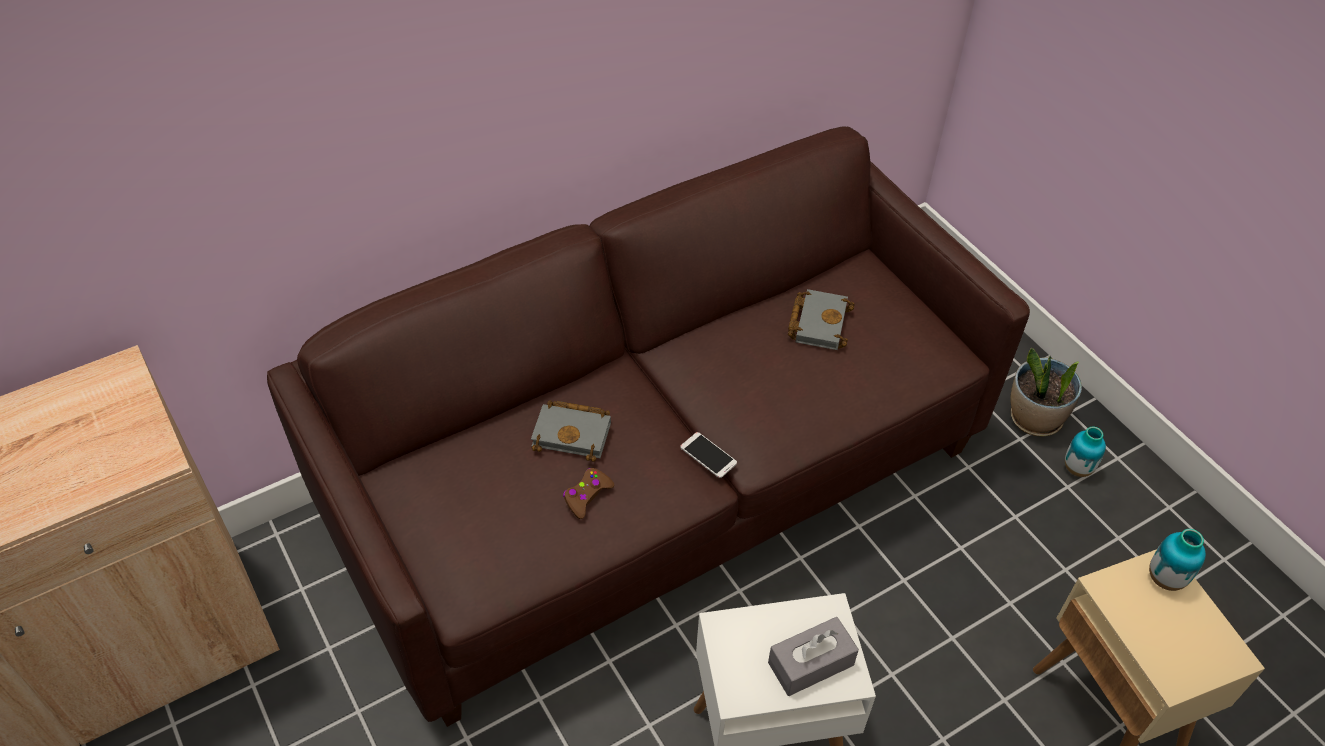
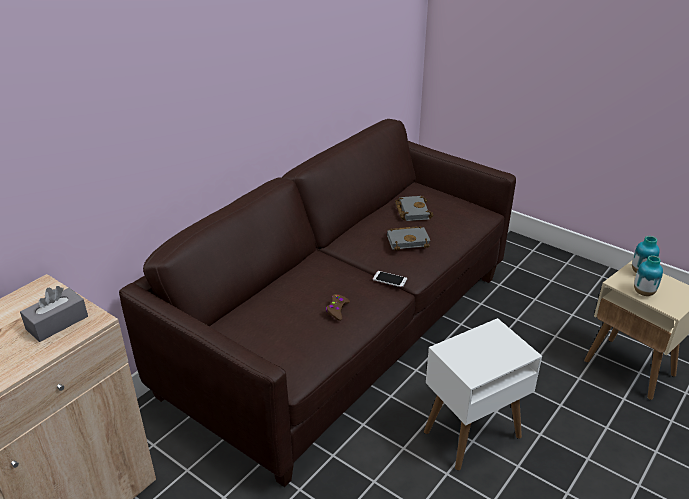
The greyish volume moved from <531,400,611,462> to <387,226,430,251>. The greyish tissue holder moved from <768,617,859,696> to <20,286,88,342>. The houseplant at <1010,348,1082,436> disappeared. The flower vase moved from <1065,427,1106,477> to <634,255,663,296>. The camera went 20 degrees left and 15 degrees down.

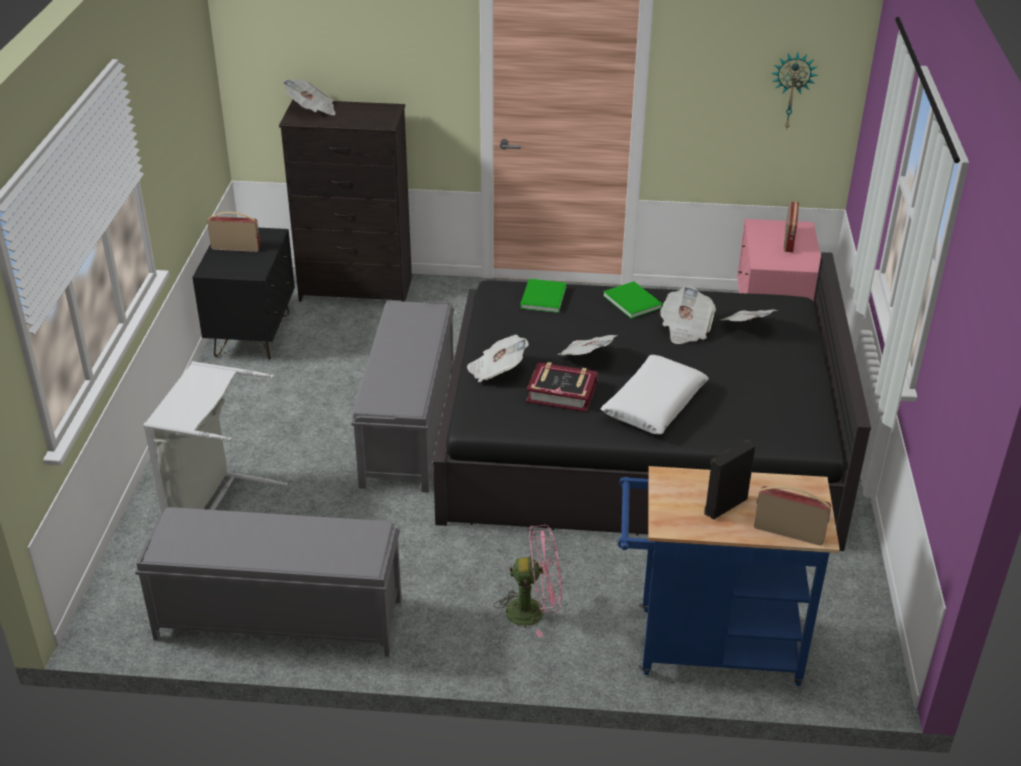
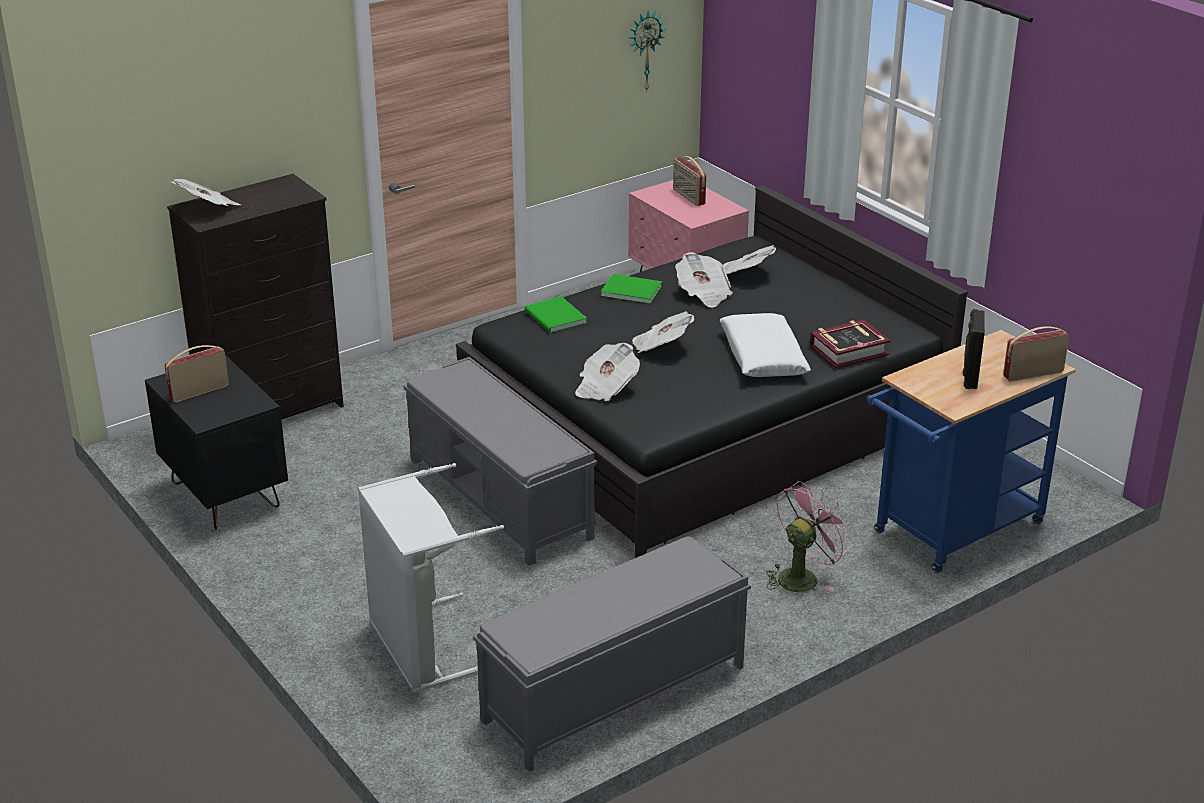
The volume moved from <526,362,598,412> to <810,319,891,368>. The camera went 40 degrees left and 5 degrees down.

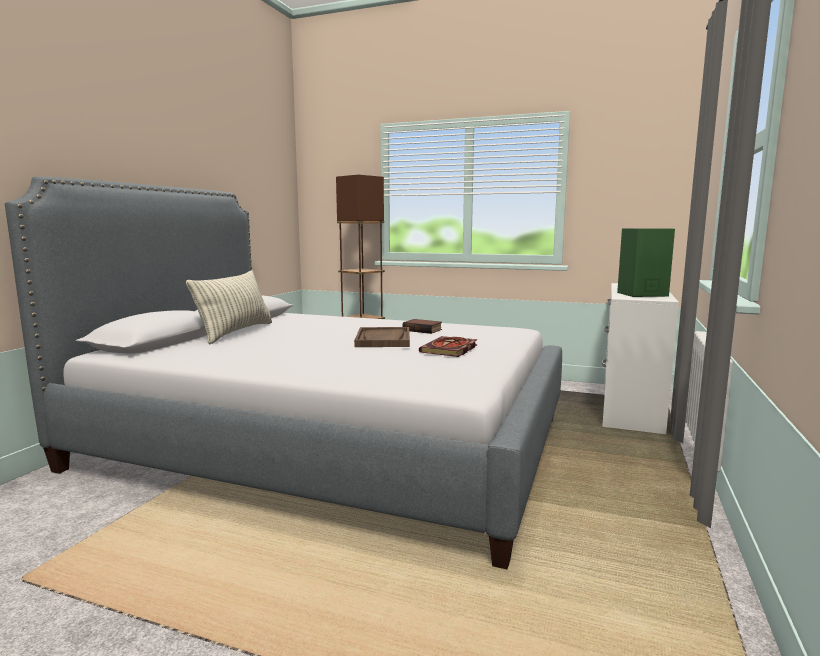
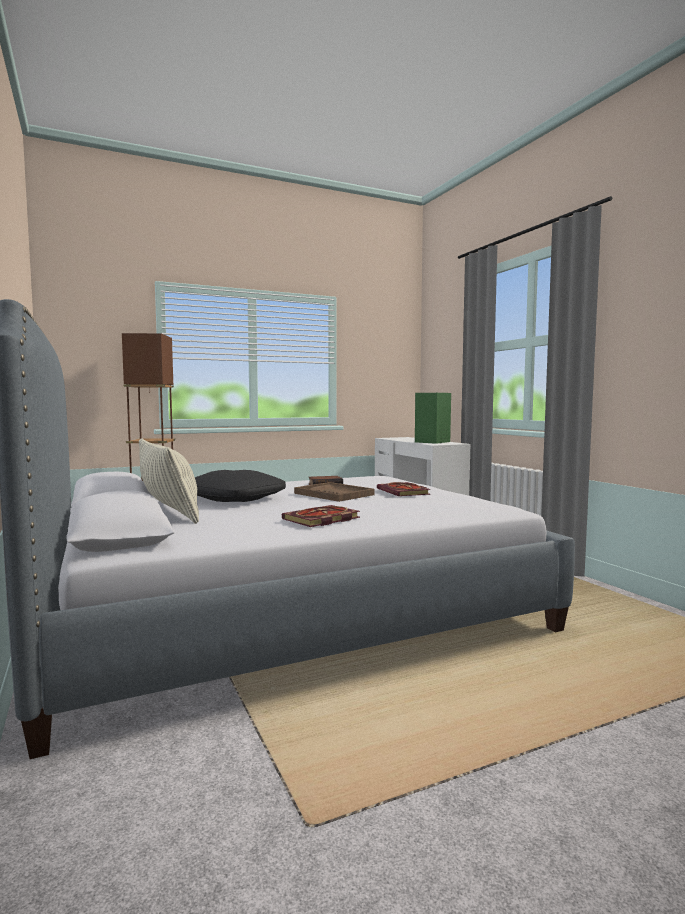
The black-coloured pillow at <195,470,286,502> appeared. The volume at <282,505,360,527> appeared. The camera went 45 degrees left and 5 degrees down.

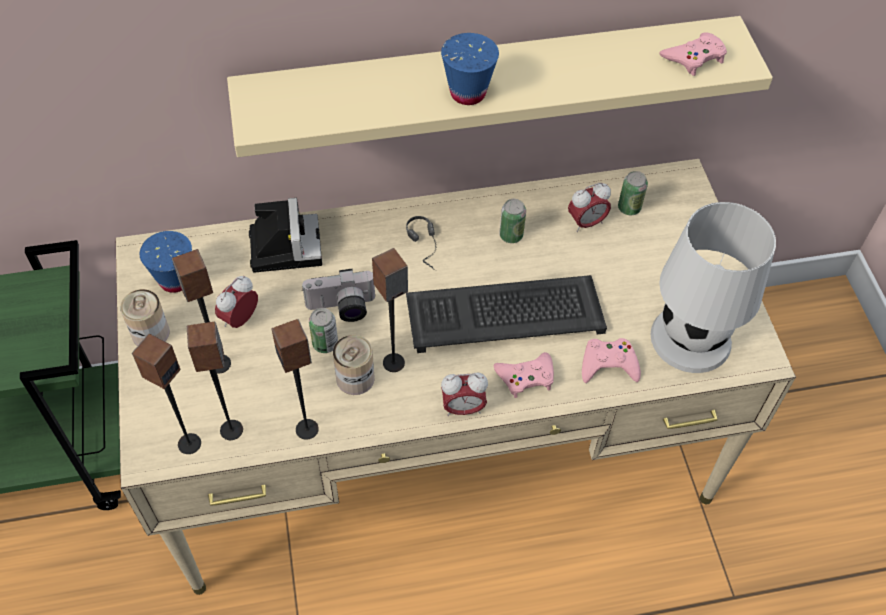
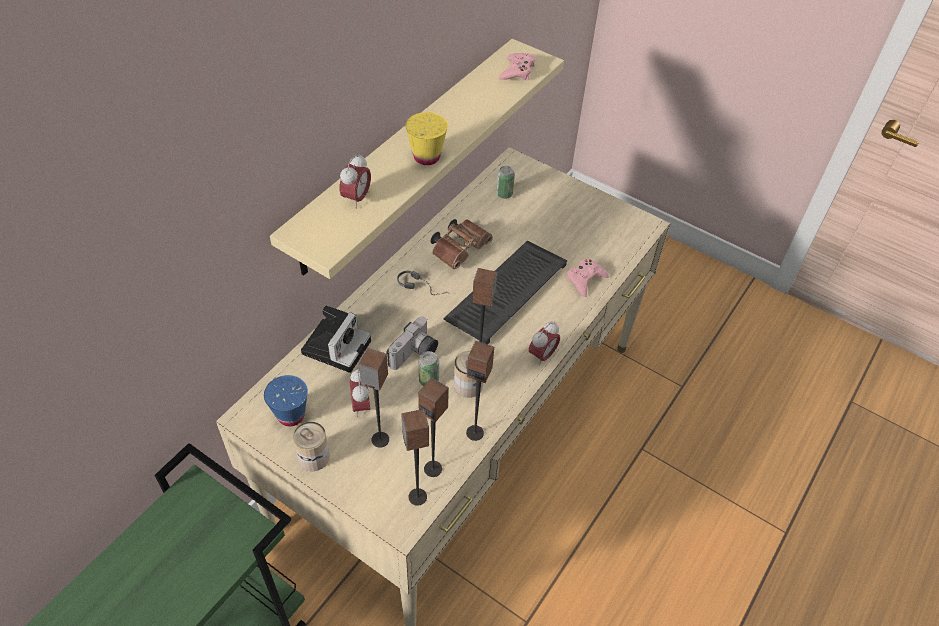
The photo camera at <249,198,322,273> turned 75 degrees clockwise. The blue-coloured cup at <441,33,499,105> became the yellow cup at <405,112,448,165>. The pink gamepad at <493,352,554,398> disappeared. The sealed can at <499,199,526,243> was replaced by the brownish binoculars at <430,219,493,269>. The alarm clock moved from <568,183,611,232> to <340,153,371,208>. The white-coloured lamp for a table at <651,202,776,373> disappeared. The camera went 45 degrees left and 5 degrees down.

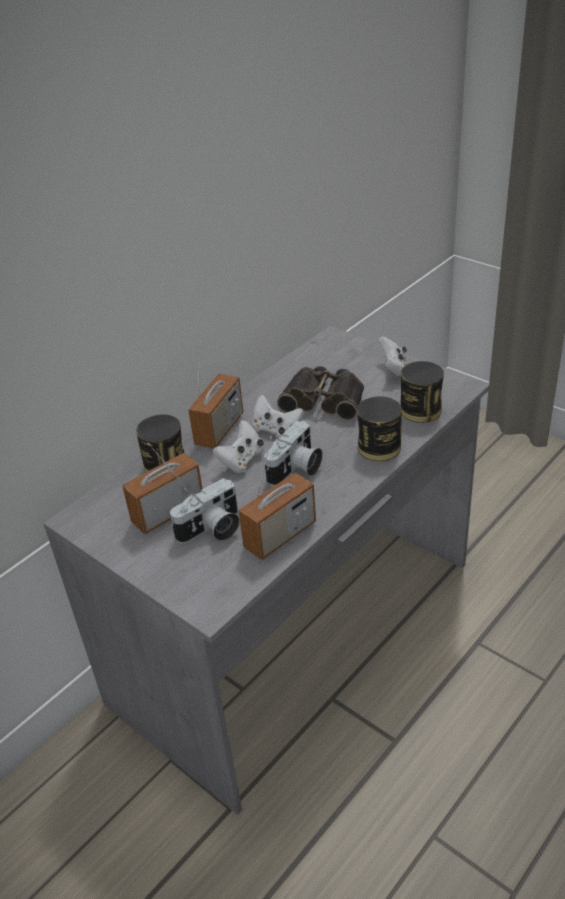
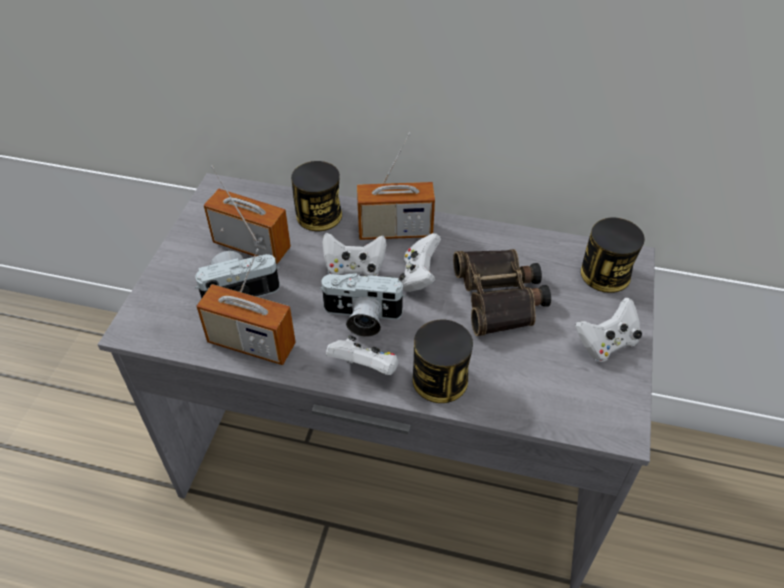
The photo camera at <170,478,240,544> turned 135 degrees clockwise. The sealed can moved from <400,361,444,423> to <581,218,645,293>. The white-coloured gamepad at <326,335,398,375> appeared. The camera went 60 degrees right and 10 degrees up.

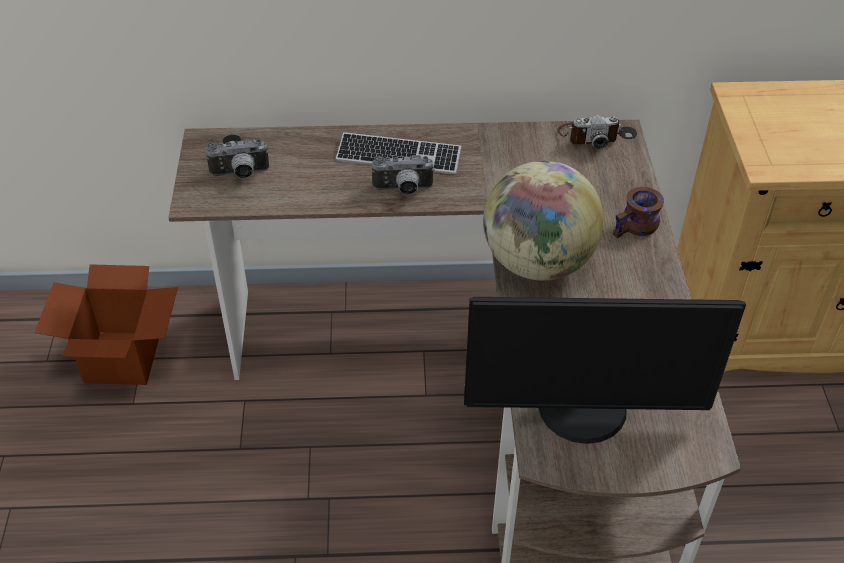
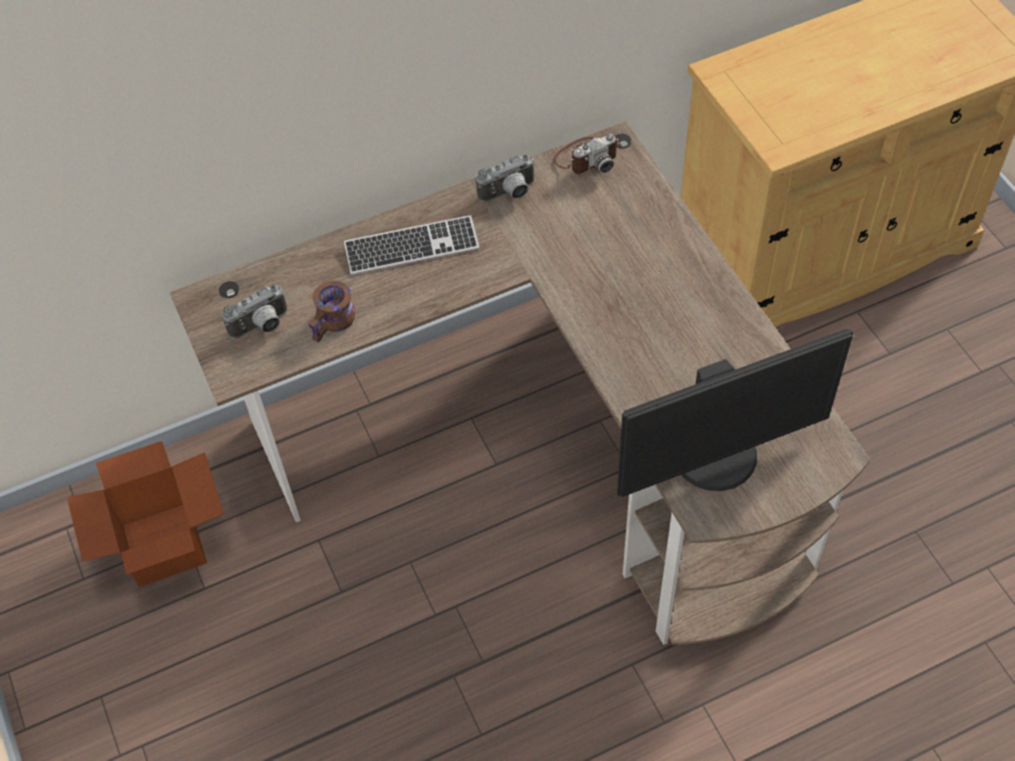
The photo camera moved from <371,155,434,195> to <476,154,535,202>. The globe at <483,161,604,281> disappeared. The brownish mug moved from <613,187,664,238> to <308,281,355,342>. The camera went 20 degrees left and 10 degrees up.

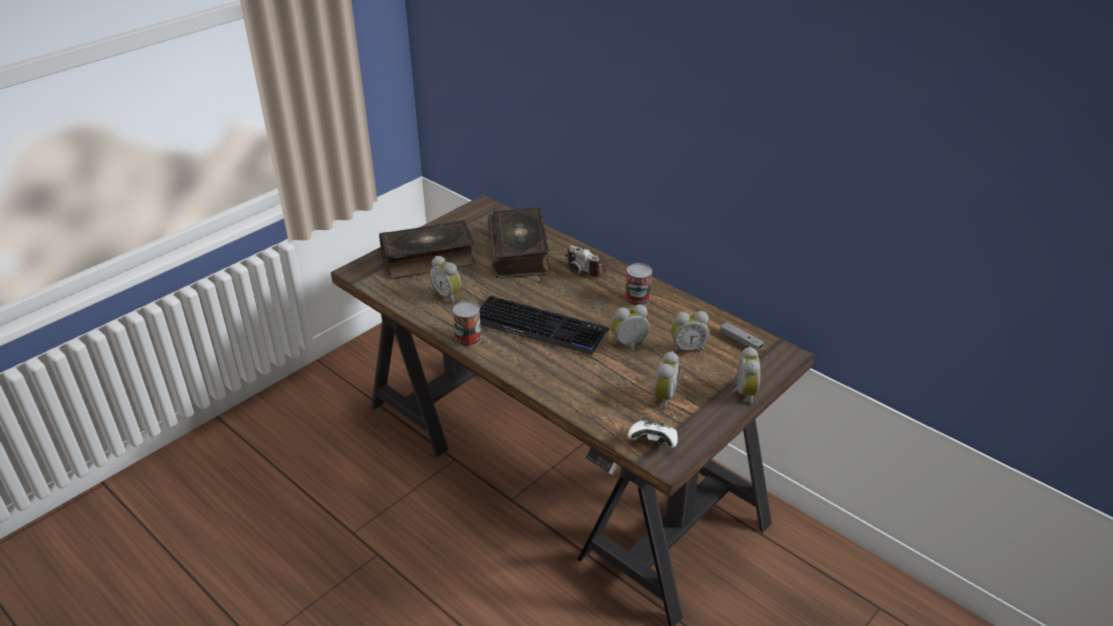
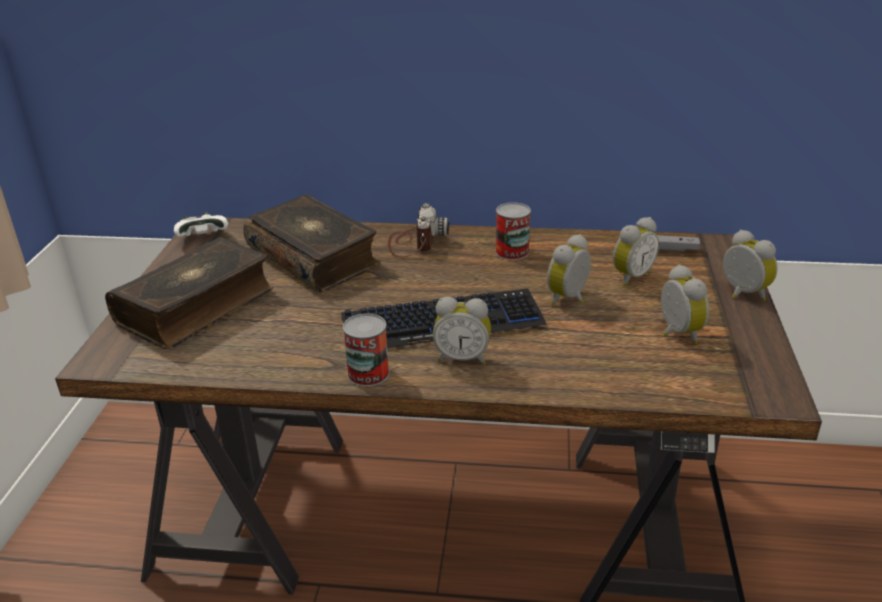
The alarm clock moved from <429,256,462,303> to <433,297,491,365>. The photo camera at <565,245,609,277> turned 90 degrees counterclockwise. The white-coloured gamepad moved from <628,418,678,448> to <174,212,228,237>. The camera went 35 degrees left and 5 degrees down.

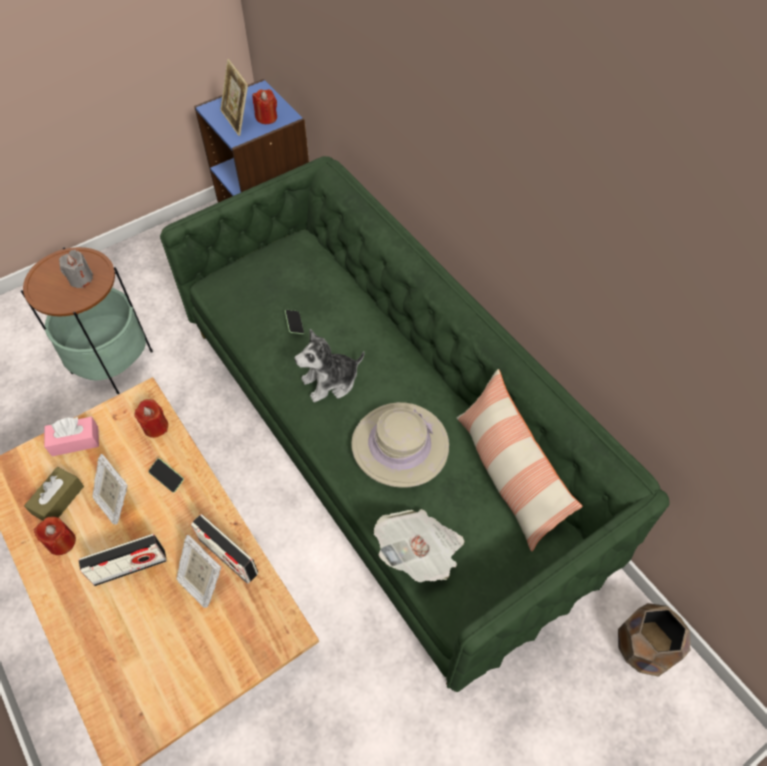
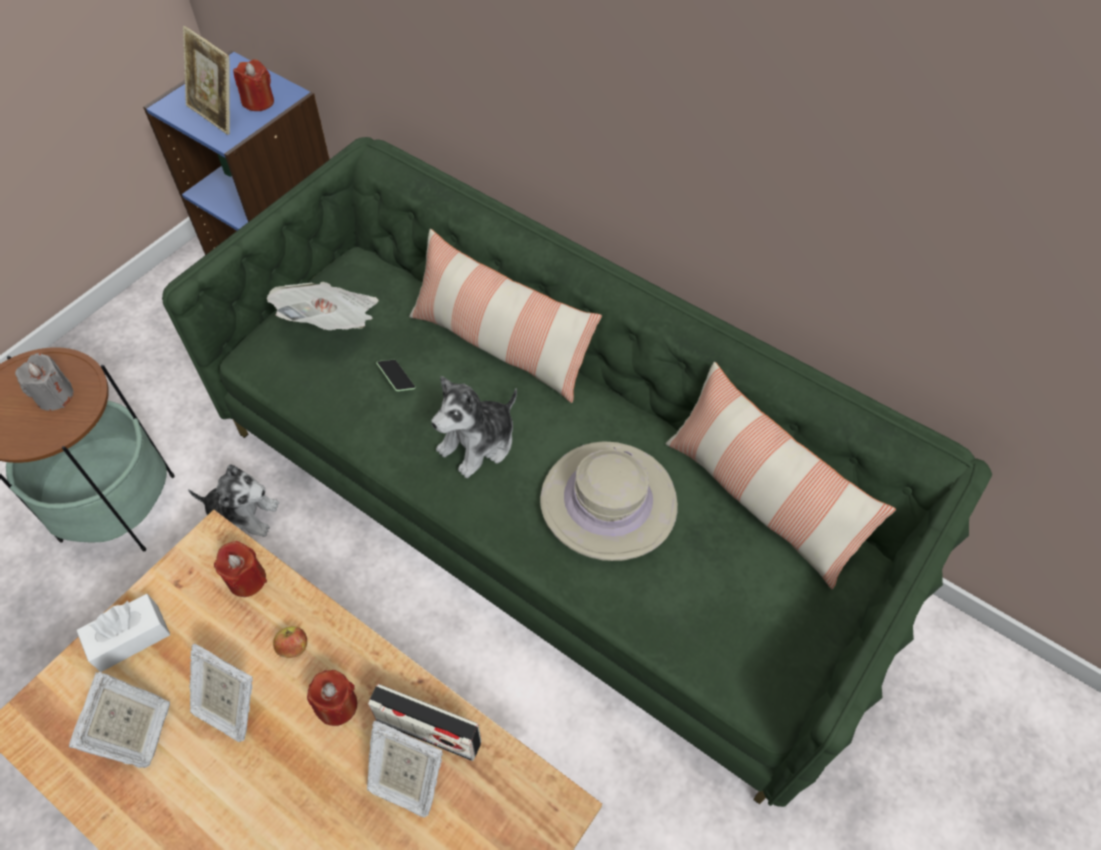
The brownish tissue holder at <24,467,84,521> was replaced by the standing frame at <69,672,170,768>. The red-coloured candle moved from <34,517,76,555> to <307,670,357,726>. The pink tissue holder at <44,417,99,456> became the white-coloured tissue holder at <76,594,170,672>. The radio receiver at <79,534,167,586> disappeared. The phone at <149,458,184,493> was replaced by the apple at <273,626,307,658>. The daily paper moved from <374,509,465,582> to <267,282,378,330>. The brownish plant pot at <618,603,690,677> disappeared. The plush toy at <188,465,279,537> appeared. The pillow at <409,229,602,403> appeared. The camera went 20 degrees left and 0 degrees up.

